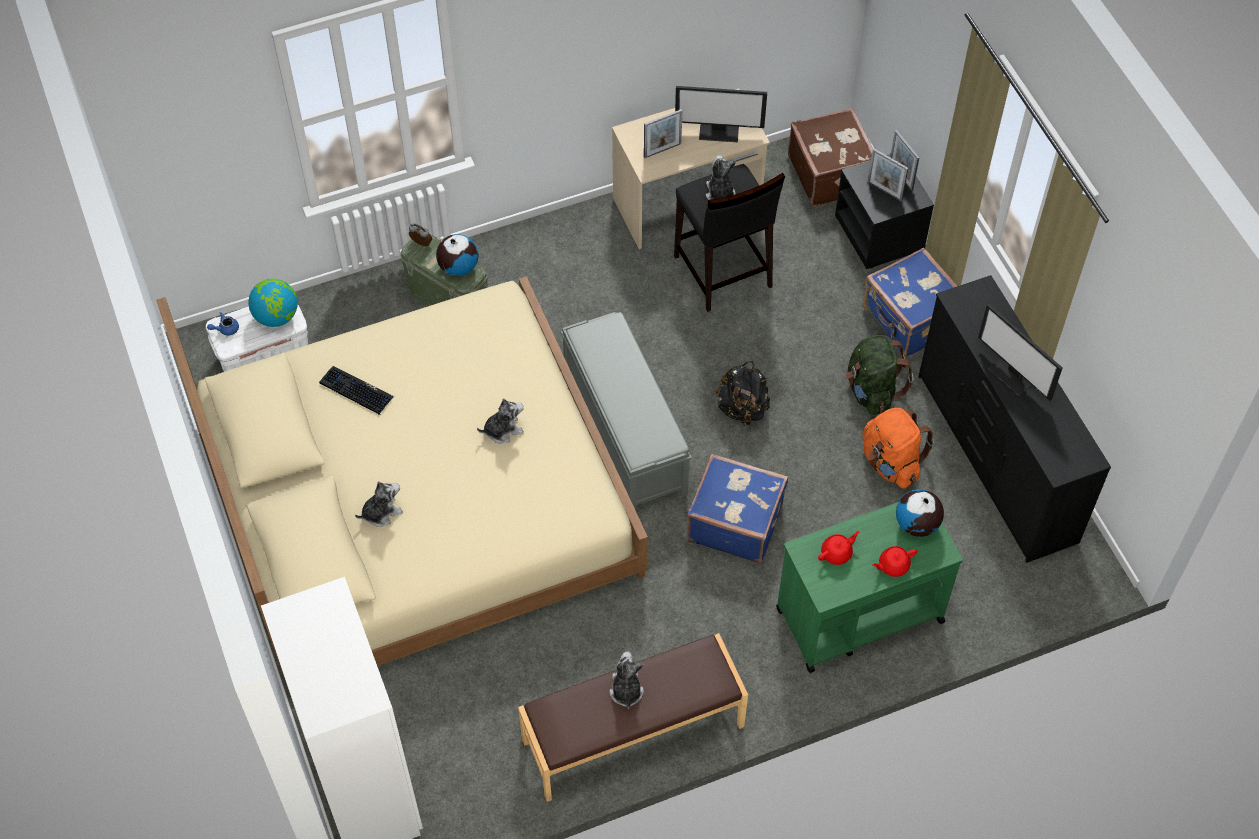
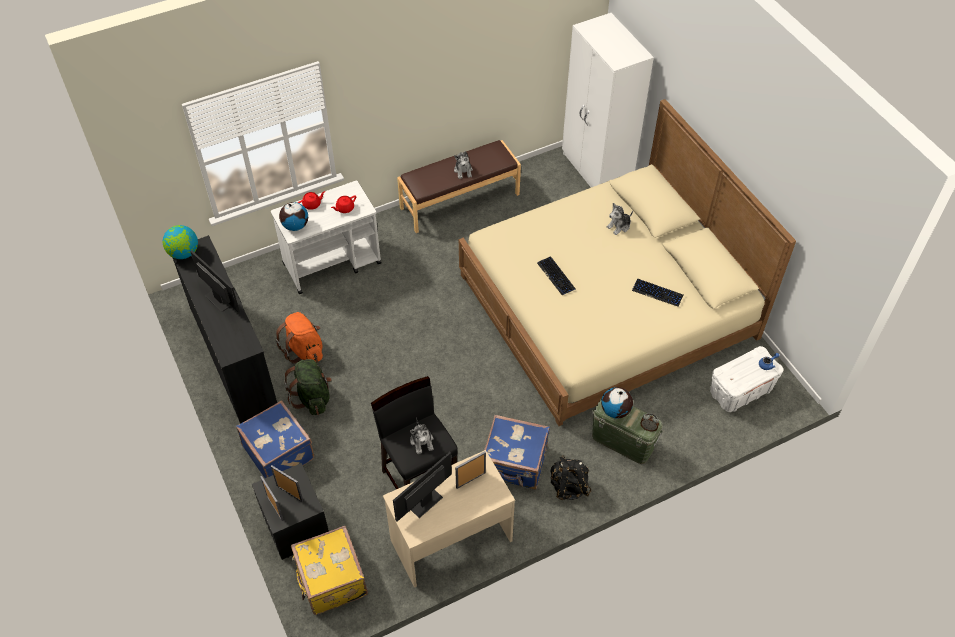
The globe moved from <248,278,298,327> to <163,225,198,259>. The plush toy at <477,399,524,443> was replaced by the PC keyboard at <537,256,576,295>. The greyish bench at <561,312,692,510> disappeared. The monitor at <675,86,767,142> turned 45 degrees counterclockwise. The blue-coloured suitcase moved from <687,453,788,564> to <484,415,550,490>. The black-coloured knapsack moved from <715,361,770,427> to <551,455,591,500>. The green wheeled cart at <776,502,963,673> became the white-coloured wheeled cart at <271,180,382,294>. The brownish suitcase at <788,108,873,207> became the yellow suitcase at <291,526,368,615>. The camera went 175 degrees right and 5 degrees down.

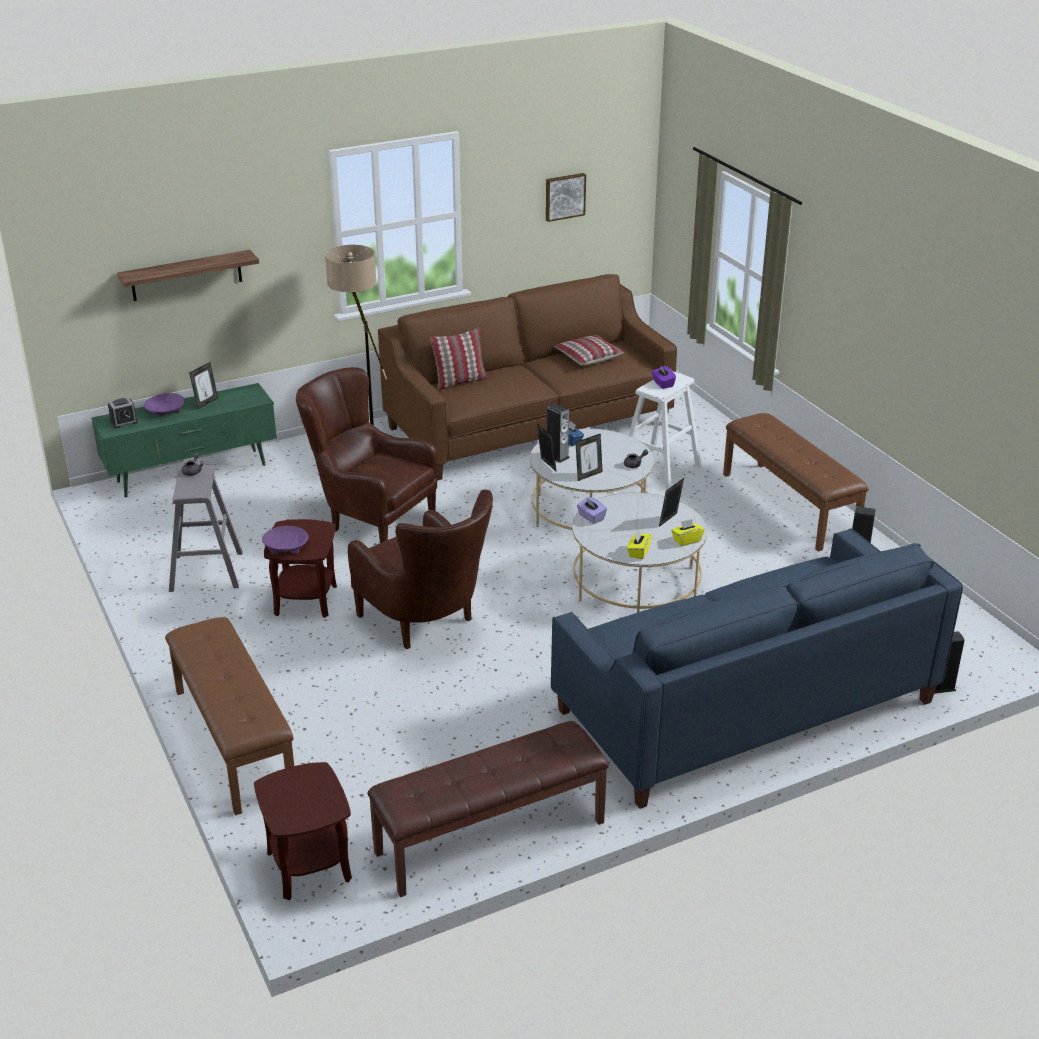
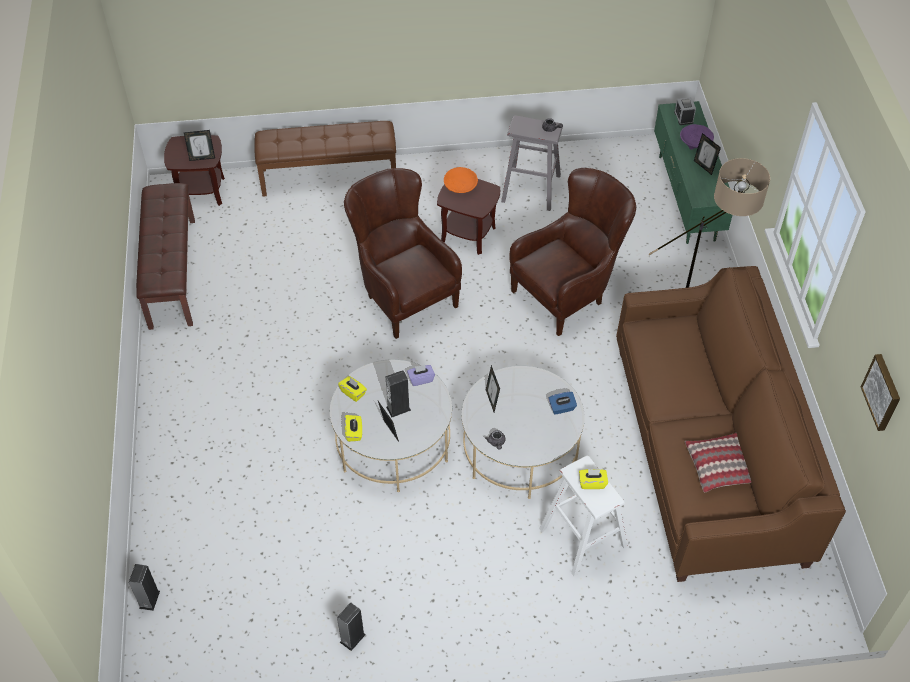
The wall shelf at <117,250,259,301> disappeared. The purple-coloured serving bowl at <262,526,309,555> became the orange-coloured serving bowl at <444,167,478,193>. The brownish easy chair at <348,489,493,649> turned 75 degrees clockwise. The pillow at <430,328,488,390> disappeared. The standing frame moved from <537,424,556,471> to <184,130,215,161>. The audio speaker moved from <546,403,570,463> to <385,370,411,417>. The blue-coloured sofa at <551,528,963,809> disappeared. The purple-coloured tissue holder at <652,366,676,389> became the yellow tissue holder at <579,469,608,489>. The brownish bench at <723,413,869,552> disappeared. The camera went 110 degrees right and 20 degrees up.

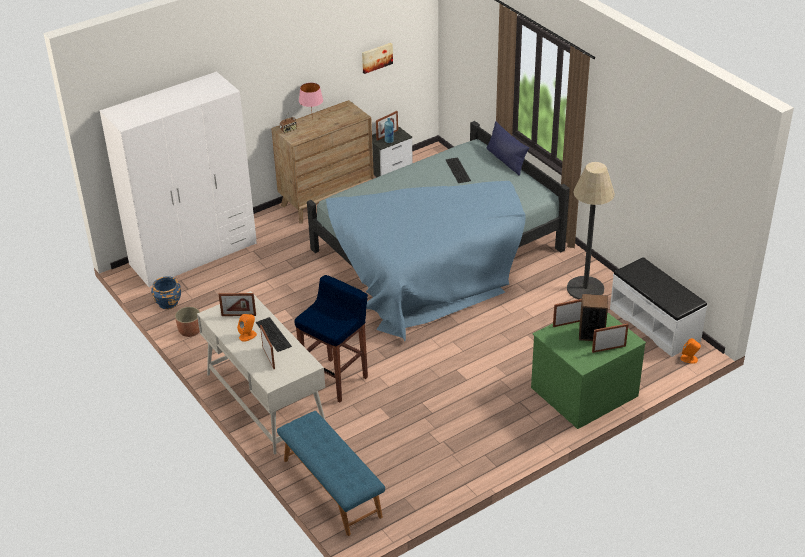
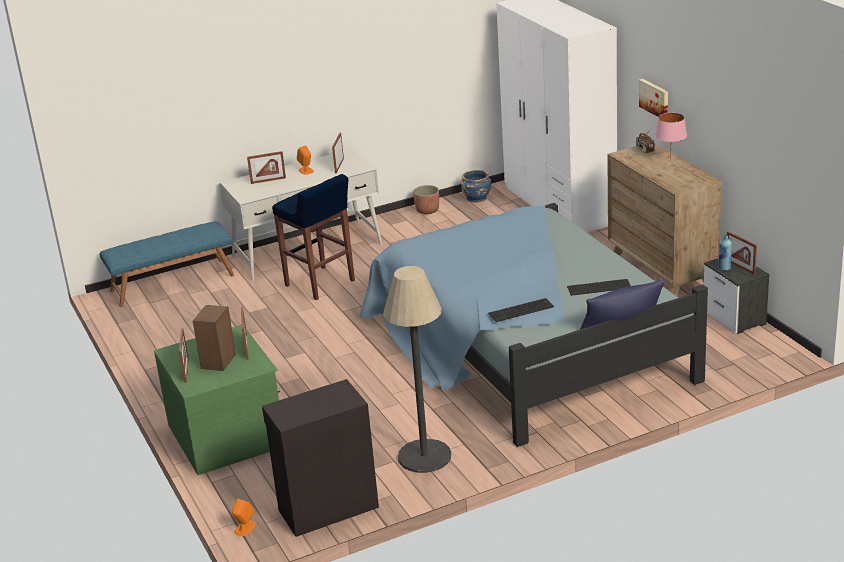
The PC keyboard moved from <256,317,292,352> to <488,298,554,322>. The wall art moved from <362,43,393,74> to <639,79,668,117>. The white-coloured bench at <610,257,707,357> was replaced by the black-coloured storage cabinet at <262,379,379,537>. The camera went 100 degrees right and 10 degrees down.

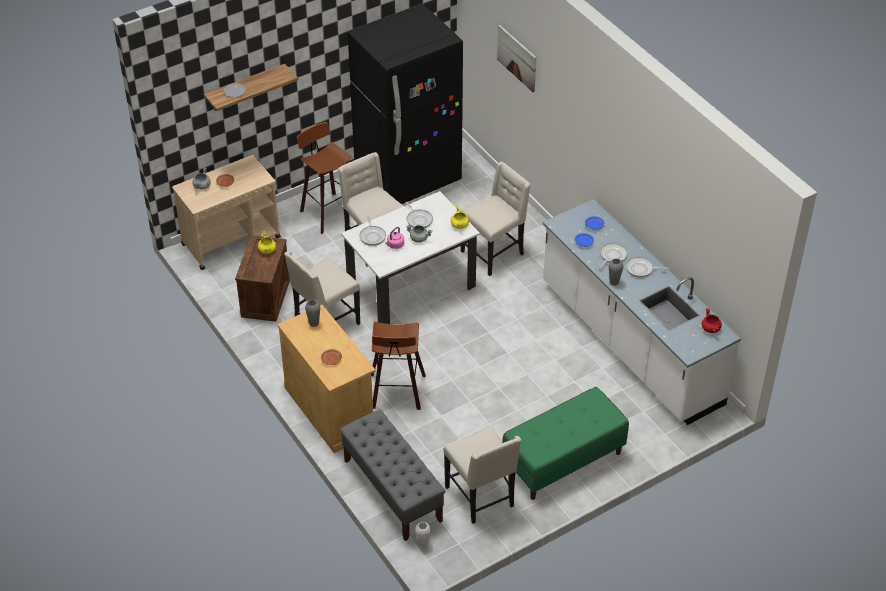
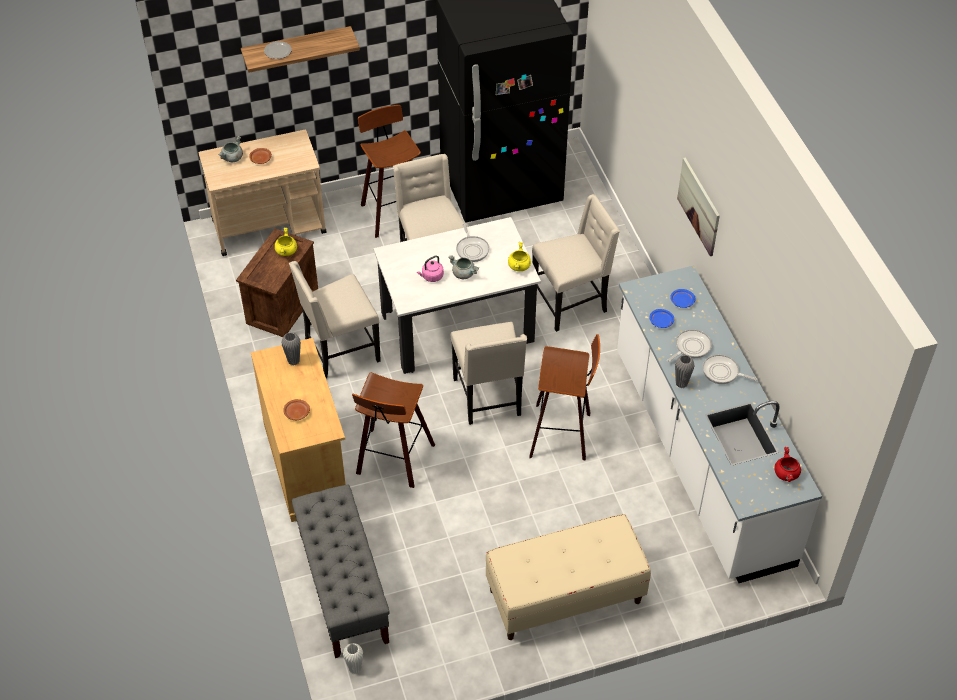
The frying pan at <359,216,386,246> disappeared. The beige-coloured upright chair moved from <444,427,521,524> to <451,322,527,425>. The wall art moved from <497,25,536,92> to <677,157,720,256>. The green bench at <502,387,629,500> became the beige-coloured bench at <486,514,651,640>. The sitting stool at <529,334,600,460> appeared. The camera went 15 degrees right and 5 degrees up.

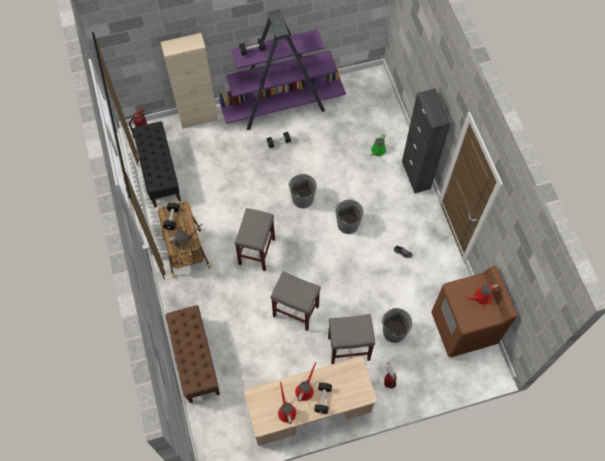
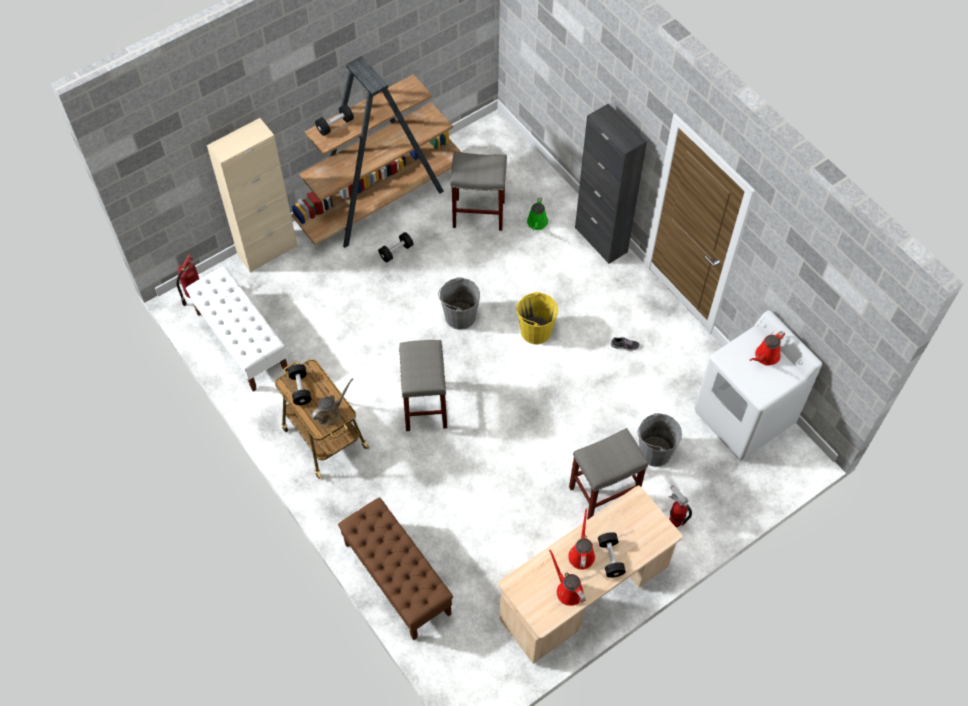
The black-coloured bench at <132,121,181,208> became the white-coloured bench at <186,266,288,392>. The purple-coloured bookcase at <219,9,346,130> became the brownish bookcase at <291,56,461,248>. The greyish sitting stool moved from <270,271,321,331> to <450,152,507,231>. The greyish water bucket at <335,199,364,234> became the yellow water bucket at <516,292,558,344>. The brownish washing machine at <431,266,517,357> became the white-coloured washing machine at <694,310,822,461>. The camera went 20 degrees left and 5 degrees down.

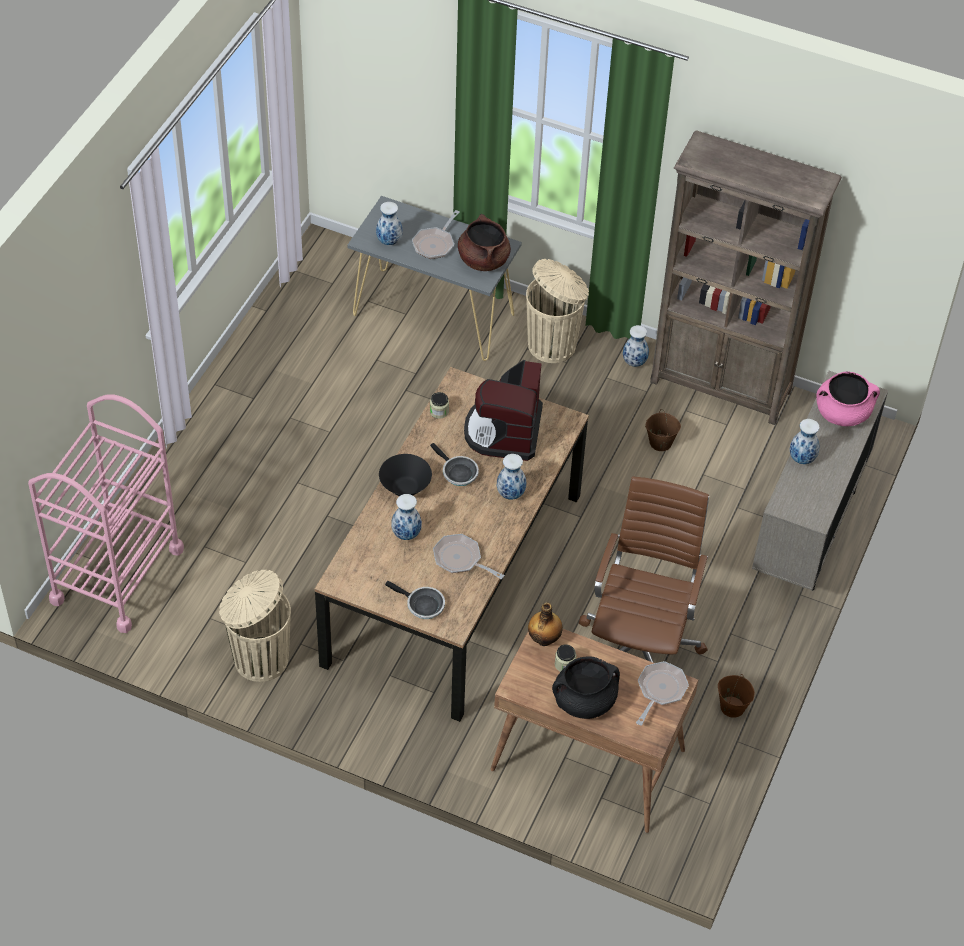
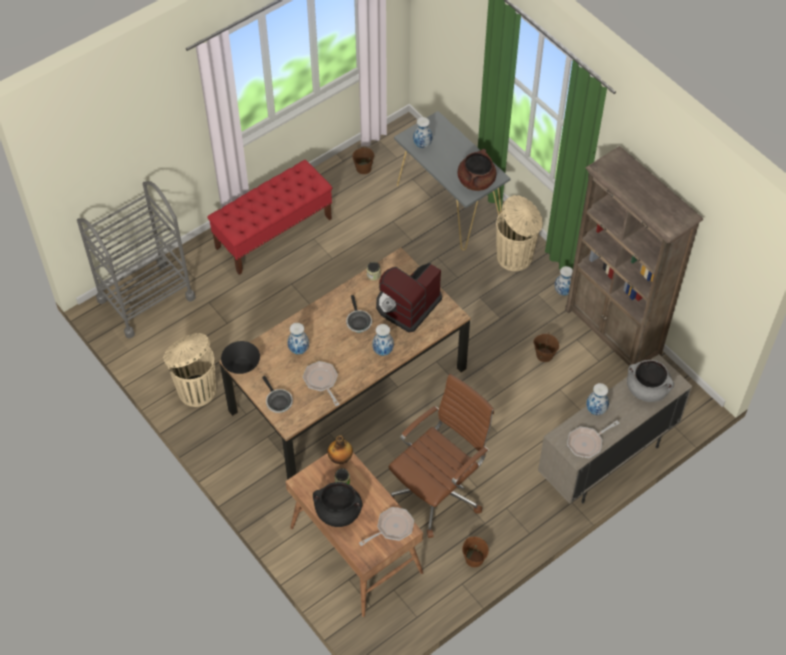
The pink wheeled cart at <28,395,184,633> became the greyish wheeled cart at <77,181,196,338>. The black-coloured serving bowl moved from <379,454,432,496> to <221,341,260,374>. The frying pan moved from <412,210,460,259> to <567,420,620,458>. The pink stockpot at <816,371,880,426> became the greyish stockpot at <627,360,674,402>. The red-coloured bench at <207,160,332,275> appeared. The brownish water bucket at <352,147,374,174> appeared. The camera went 30 degrees right and 5 degrees up.

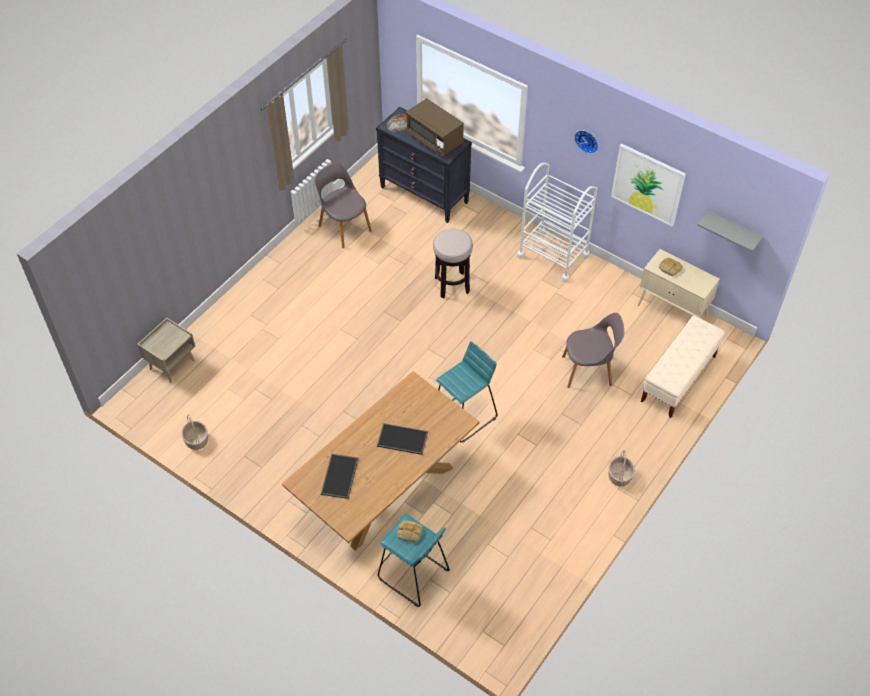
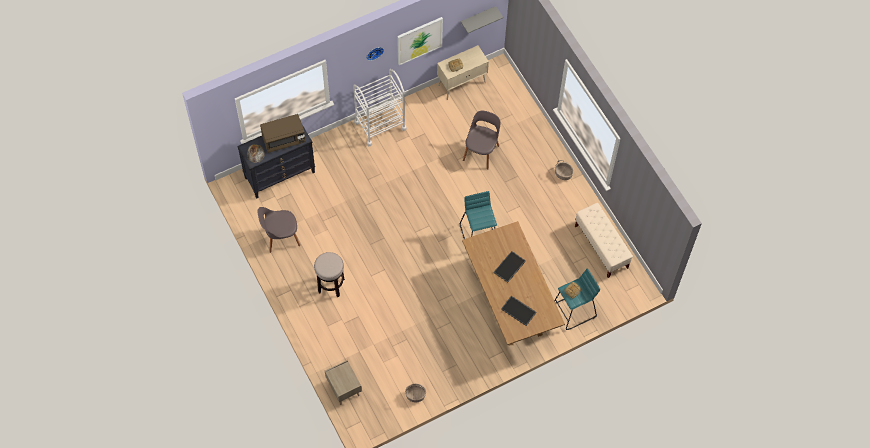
The sitting stool moved from <433,229,473,298> to <314,252,345,297>. The beige-coloured bench moved from <641,316,725,418> to <575,203,633,278>. The camera went 65 degrees left and 10 degrees up.

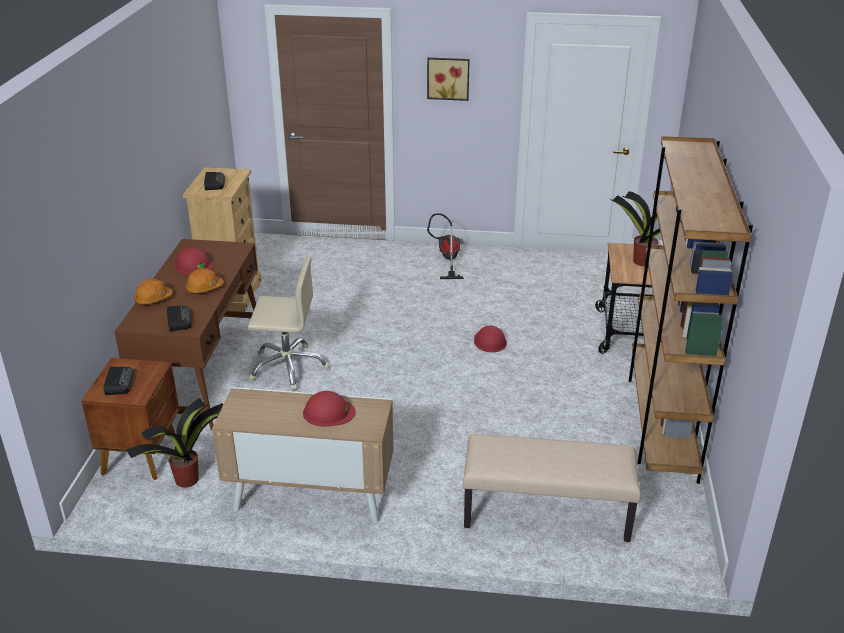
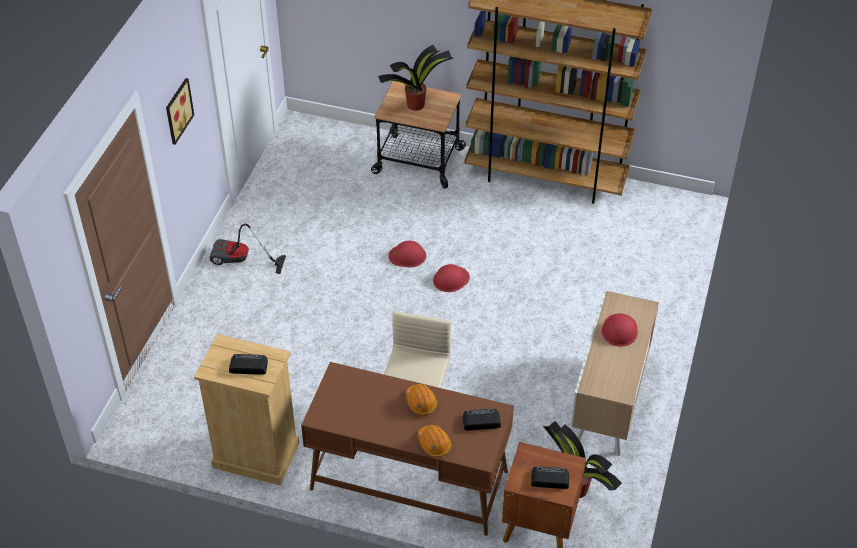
The red-coloured safety helmet moved from <174,247,214,276> to <433,264,470,292>. The beige-coloured bench at <463,434,641,542> disappeared. The camera went 80 degrees left and 15 degrees up.

